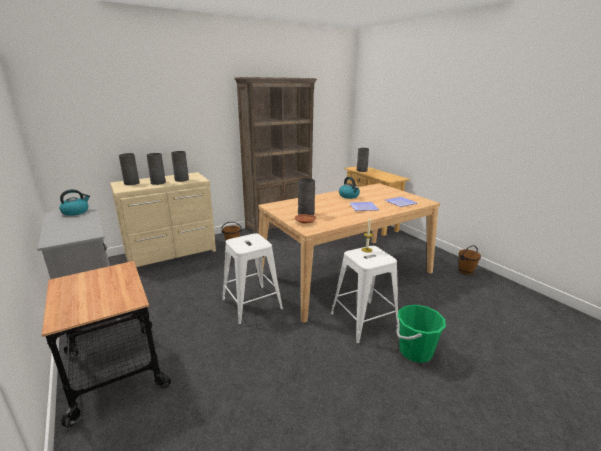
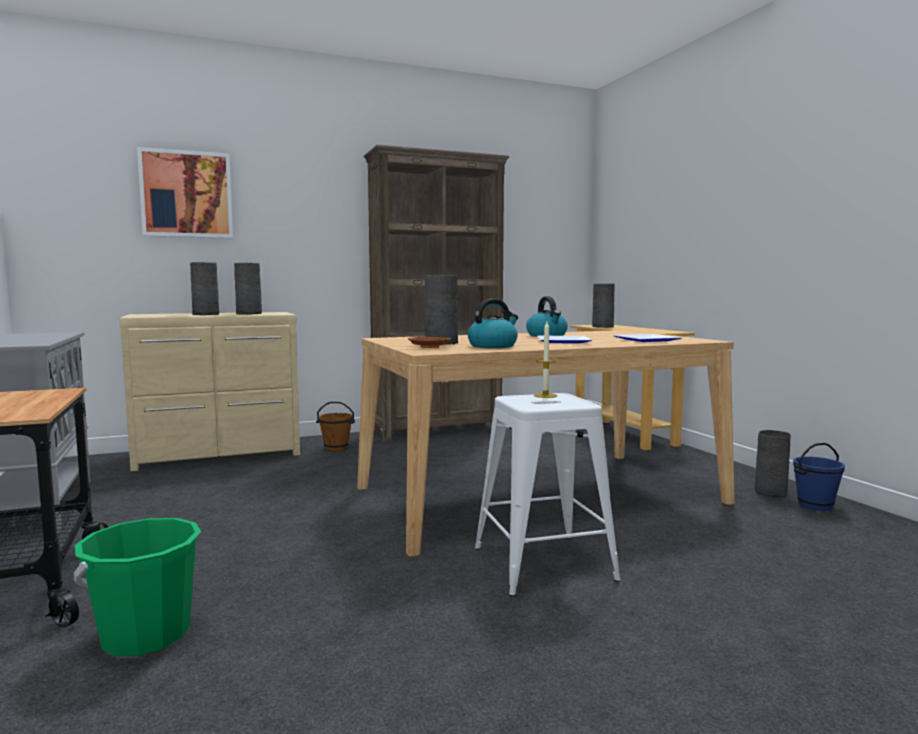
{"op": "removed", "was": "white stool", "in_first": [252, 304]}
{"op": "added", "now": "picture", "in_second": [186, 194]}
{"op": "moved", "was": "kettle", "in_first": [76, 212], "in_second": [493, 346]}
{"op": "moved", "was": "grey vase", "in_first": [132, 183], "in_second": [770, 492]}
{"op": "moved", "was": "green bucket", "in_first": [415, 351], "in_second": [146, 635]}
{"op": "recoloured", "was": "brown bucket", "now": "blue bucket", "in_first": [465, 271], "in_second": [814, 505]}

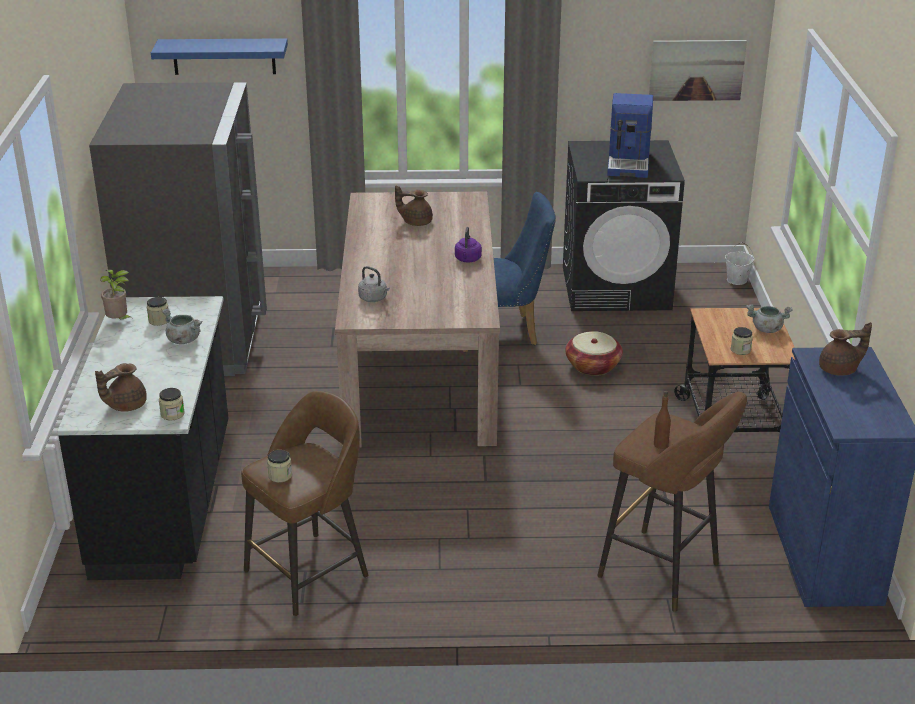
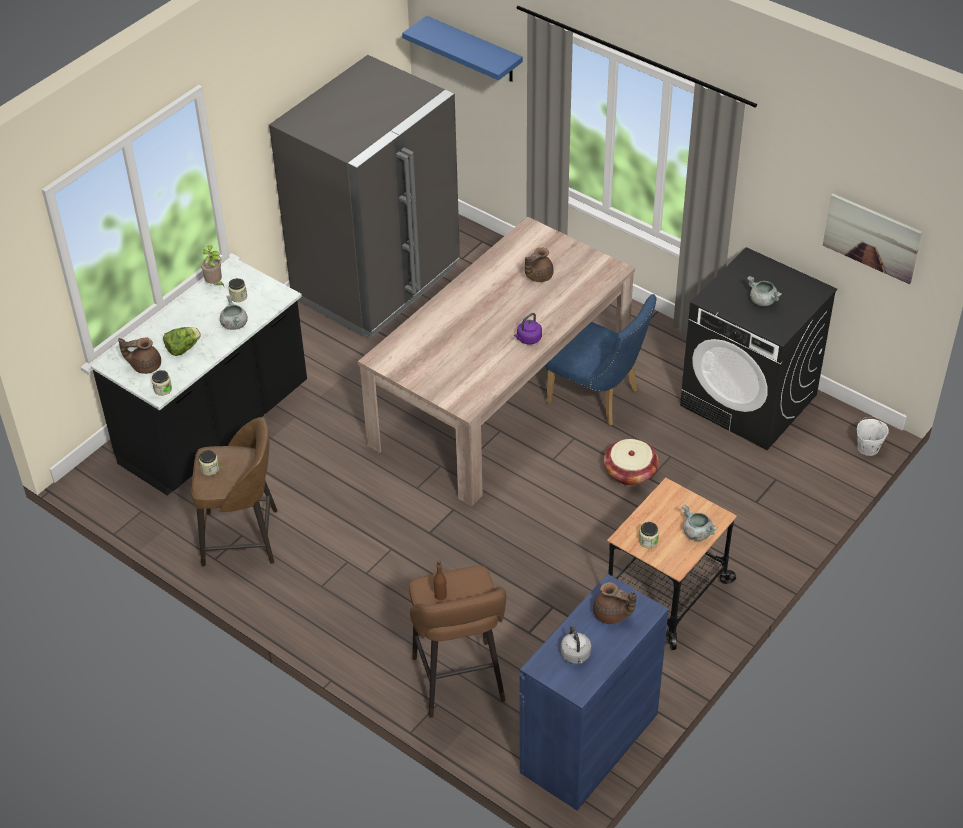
{"op": "added", "now": "lettuce", "in_second": [183, 348]}
{"op": "moved", "was": "grey kettle", "in_first": [374, 298], "in_second": [576, 655]}
{"op": "replaced", "was": "coffee machine", "now": "grey cooking pot", "in_first": [629, 163], "in_second": [763, 301]}
{"op": "turned", "was": "brown teapot", "in_first": [416, 222], "in_second": [538, 276], "clockwise": -90}

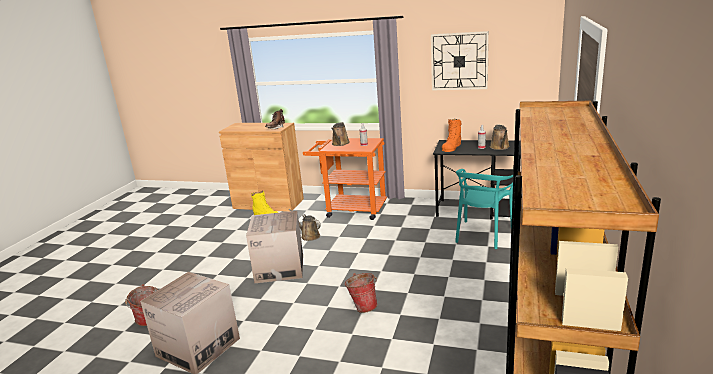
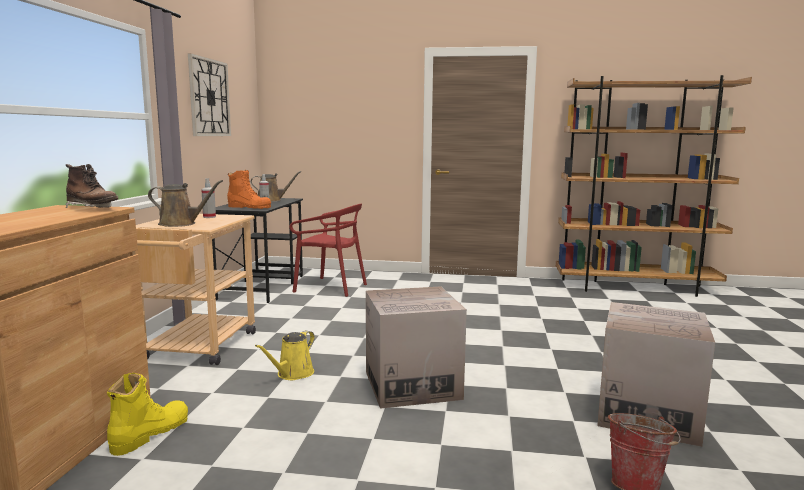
{"op": "removed", "was": "bucket", "in_first": [363, 306]}
{"op": "recoloured", "was": "brown watering can", "now": "yellow watering can", "in_first": [309, 236], "in_second": [293, 374]}
{"op": "recoloured", "was": "orange cart", "now": "beige cart", "in_first": [350, 209], "in_second": [195, 350]}
{"op": "recoloured", "was": "turquoise chair", "now": "red chair", "in_first": [482, 234], "in_second": [330, 287]}

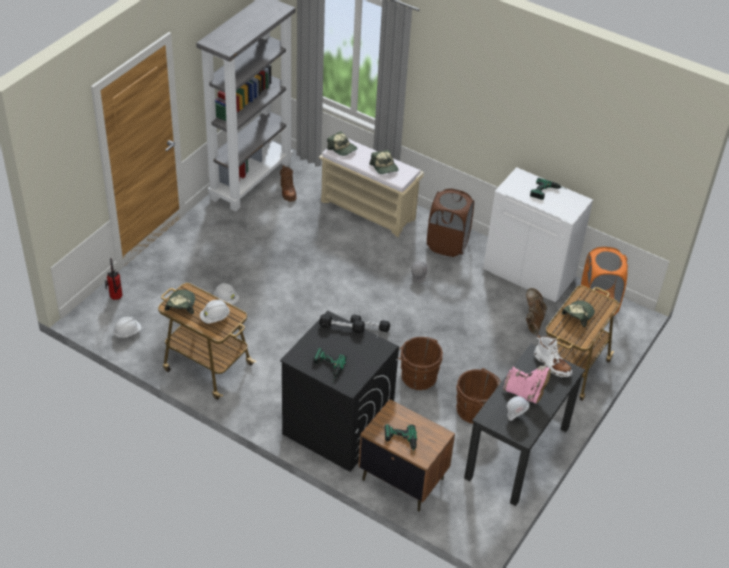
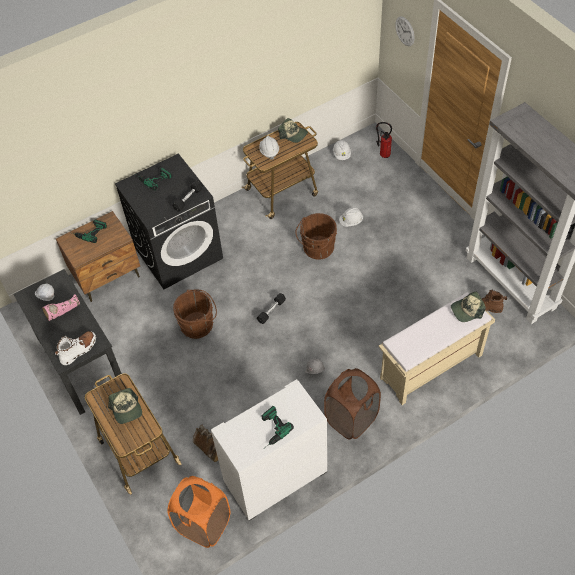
{"op": "removed", "was": "cap", "in_first": [384, 167]}
{"op": "added", "now": "wall clock", "in_second": [405, 31]}
{"op": "moved", "was": "brown bucket", "in_first": [476, 411], "in_second": [317, 249]}
{"op": "turned", "was": "white boot", "in_first": [552, 365], "in_second": [78, 350], "clockwise": 150}

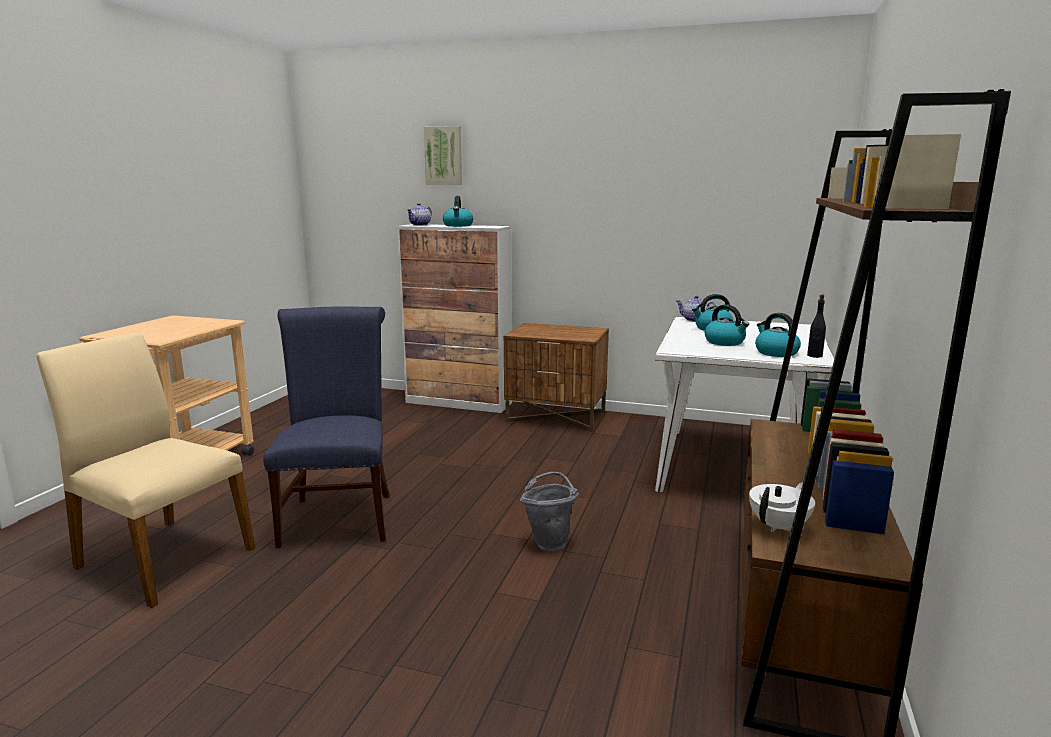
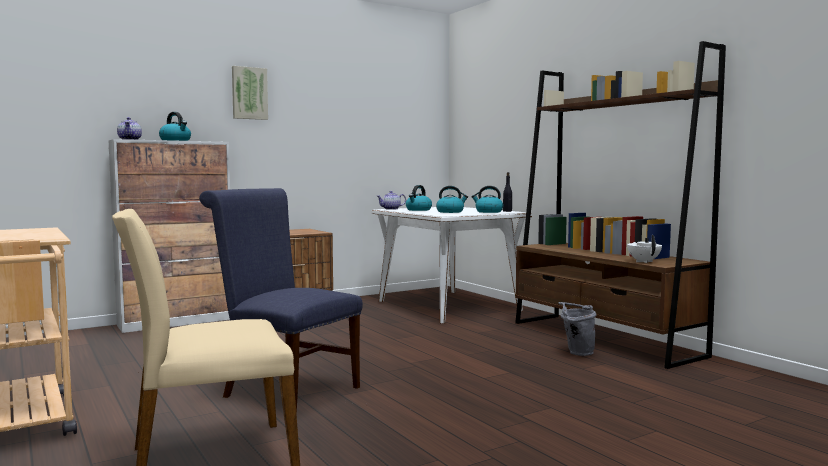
{"op": "moved", "was": "picture", "in_first": [444, 156], "in_second": [249, 93]}
{"op": "moved", "was": "grey bucket", "in_first": [550, 541], "in_second": [576, 352]}

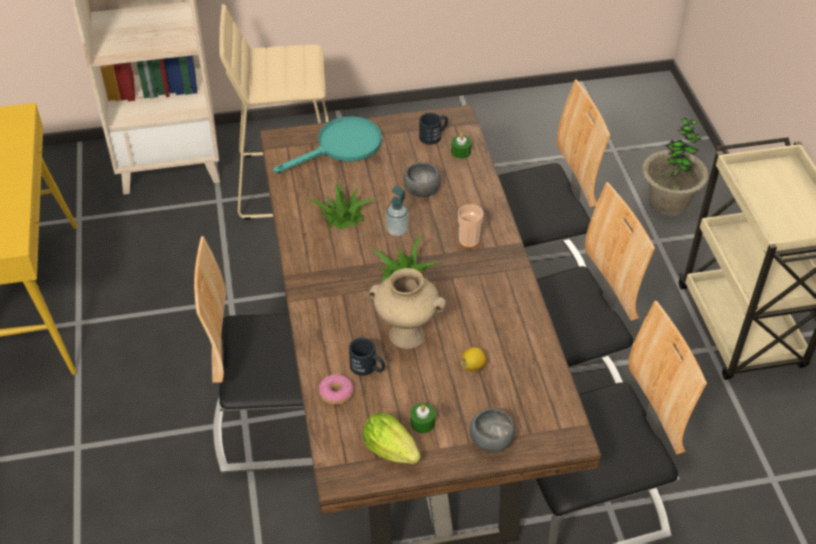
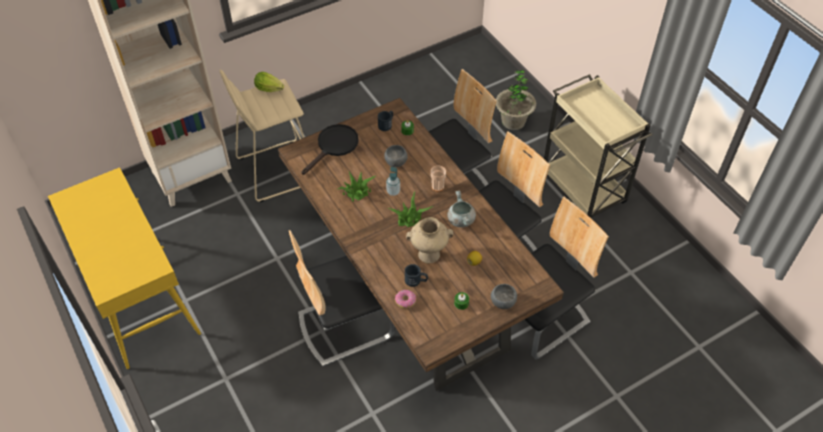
{"op": "added", "now": "grey cooking pot", "in_second": [460, 220]}
{"op": "moved", "was": "lettuce", "in_first": [393, 452], "in_second": [271, 89]}
{"op": "recoloured", "was": "turquoise frying pan", "now": "black frying pan", "in_first": [341, 147], "in_second": [334, 146]}

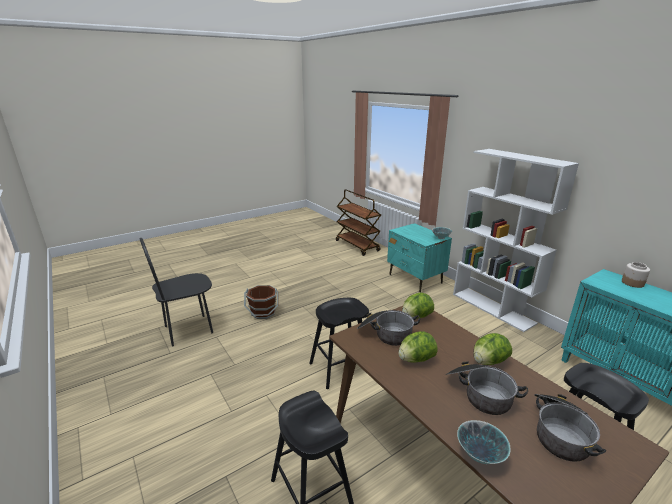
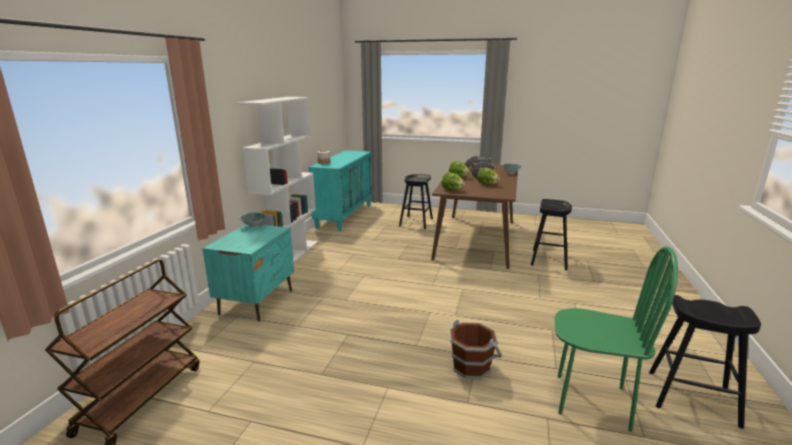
{"op": "removed", "was": "cooking pot", "in_first": [385, 334]}
{"op": "moved", "was": "black stool", "in_first": [340, 368], "in_second": [692, 398]}
{"op": "recoloured", "was": "black chair", "now": "green chair", "in_first": [188, 329], "in_second": [592, 401]}

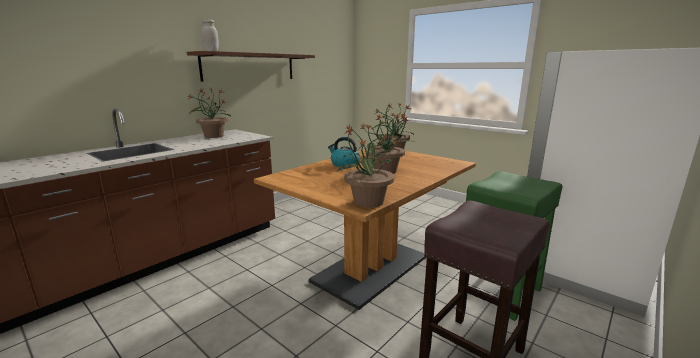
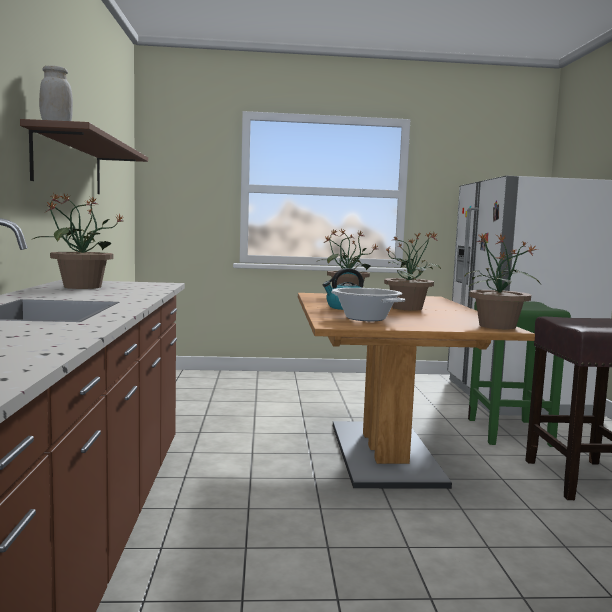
{"op": "added", "now": "cooking pot", "in_second": [365, 318]}

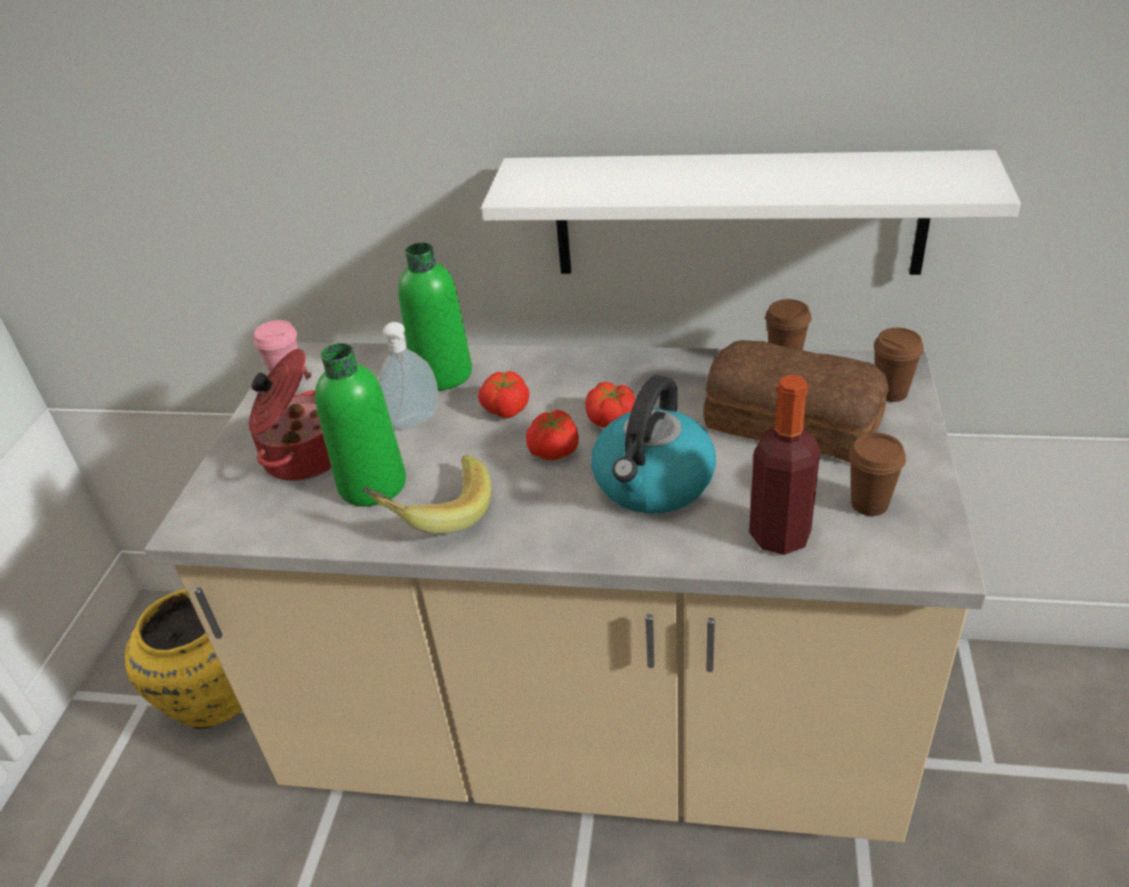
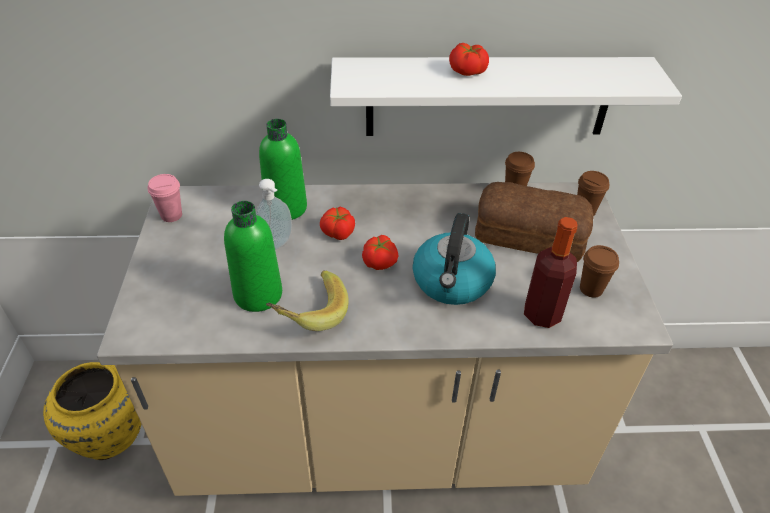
{"op": "removed", "was": "cooking pot", "in_first": [302, 456]}
{"op": "moved", "was": "tomato", "in_first": [612, 420], "in_second": [467, 72]}

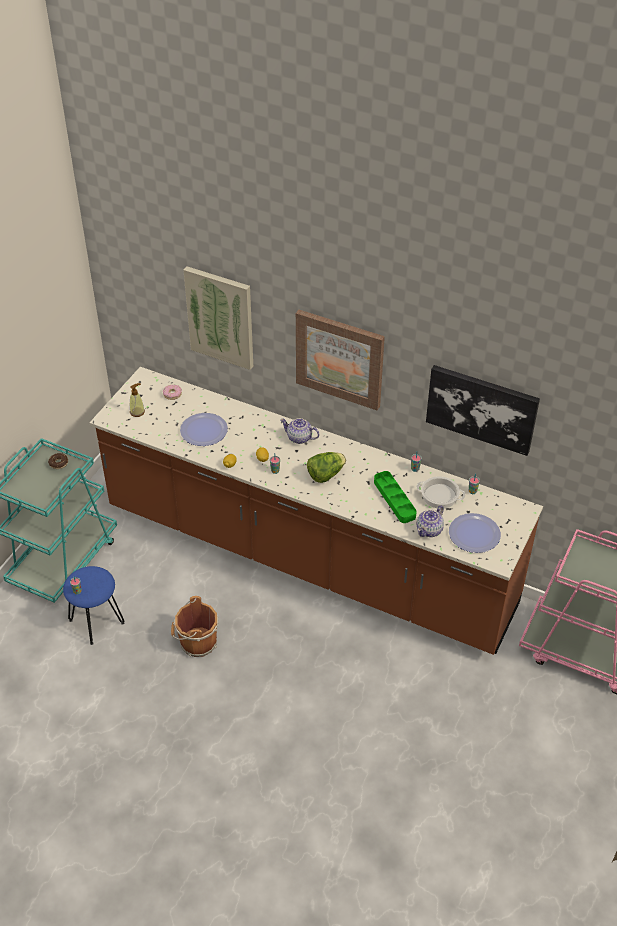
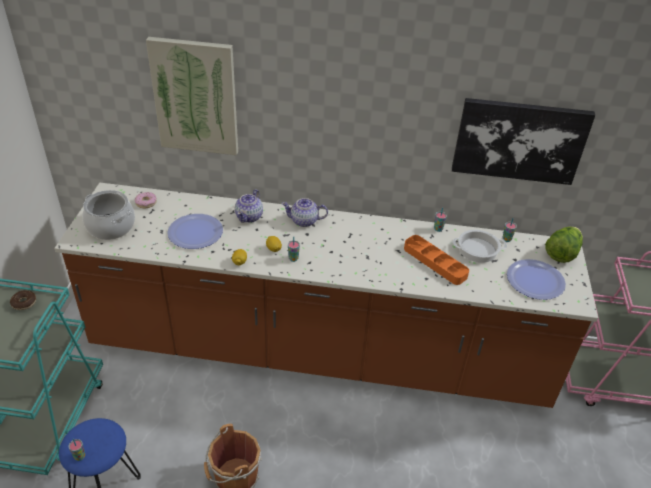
{"op": "removed", "was": "picture", "in_first": [340, 358]}
{"op": "moved", "was": "lettuce", "in_first": [325, 474], "in_second": [561, 253]}
{"op": "moved", "was": "teapot", "in_first": [429, 530], "in_second": [249, 216]}
{"op": "replaced", "was": "soap dispenser", "now": "cooking pot", "in_first": [137, 412], "in_second": [110, 227]}
{"op": "recoloured", "was": "green tray", "now": "orange tray", "in_first": [394, 499], "in_second": [435, 262]}

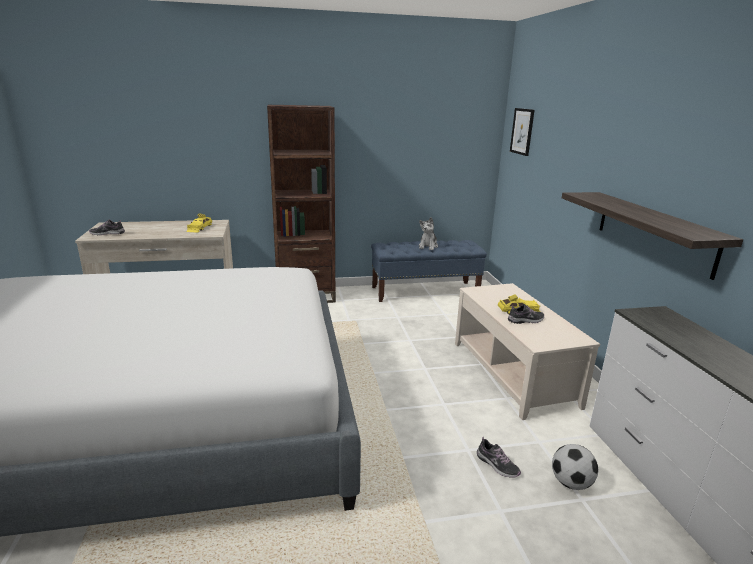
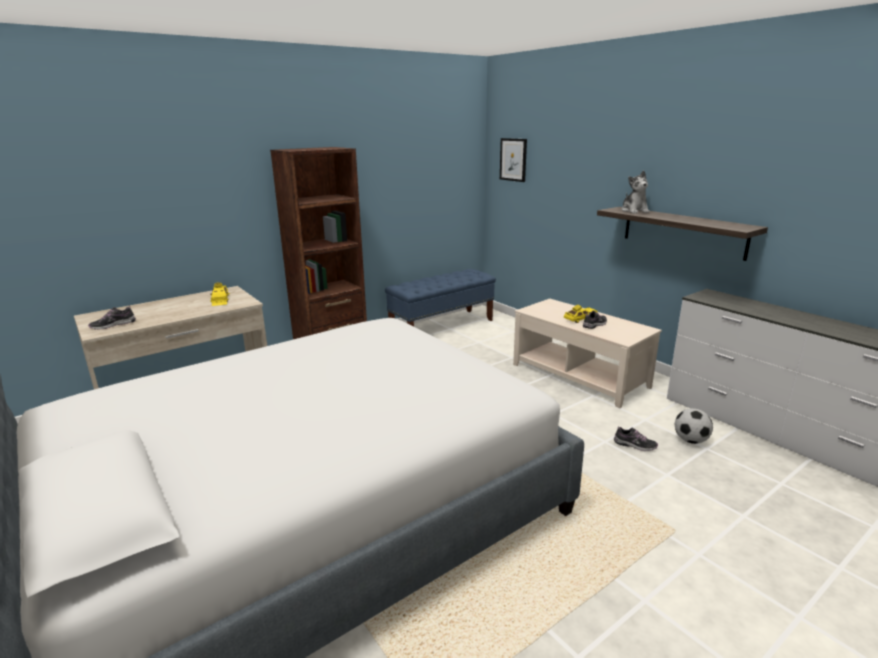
{"op": "moved", "was": "plush toy", "in_first": [428, 246], "in_second": [634, 211]}

